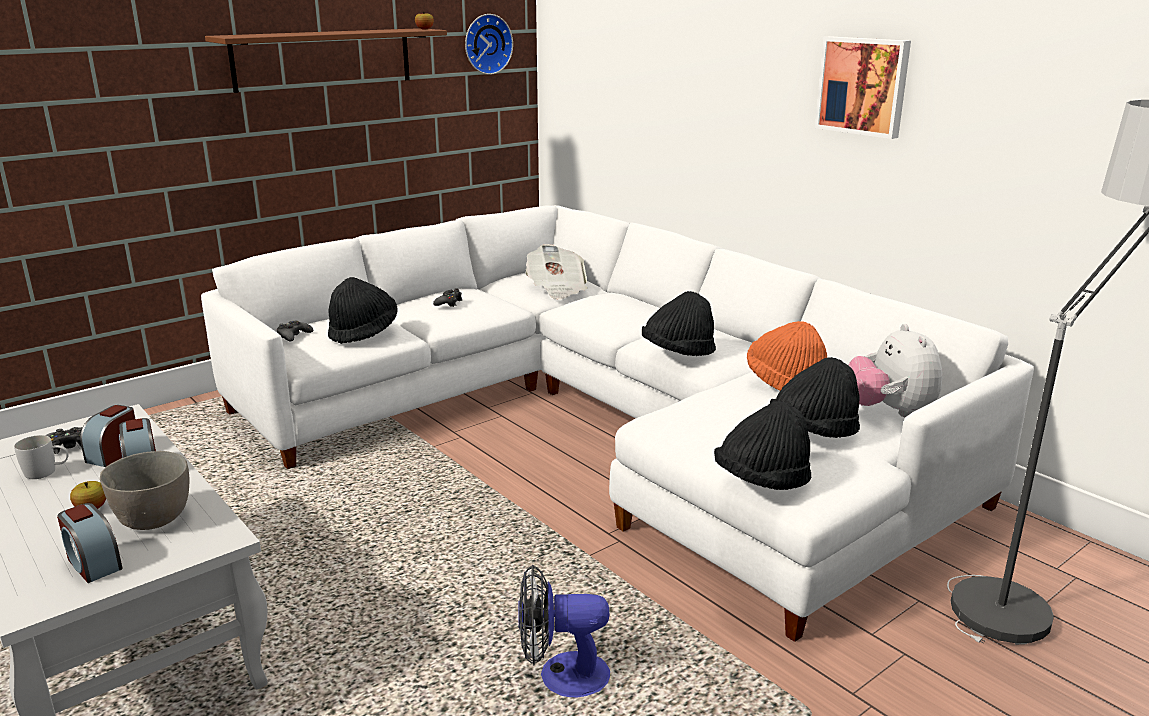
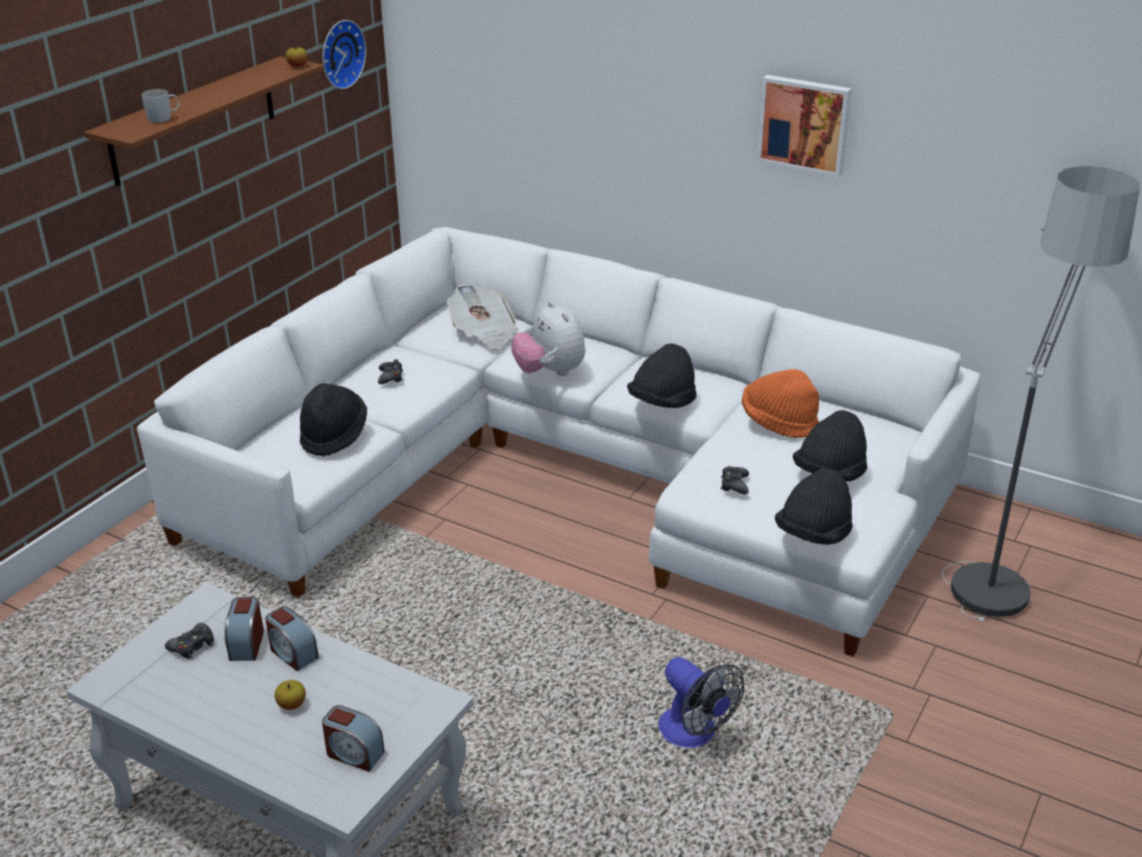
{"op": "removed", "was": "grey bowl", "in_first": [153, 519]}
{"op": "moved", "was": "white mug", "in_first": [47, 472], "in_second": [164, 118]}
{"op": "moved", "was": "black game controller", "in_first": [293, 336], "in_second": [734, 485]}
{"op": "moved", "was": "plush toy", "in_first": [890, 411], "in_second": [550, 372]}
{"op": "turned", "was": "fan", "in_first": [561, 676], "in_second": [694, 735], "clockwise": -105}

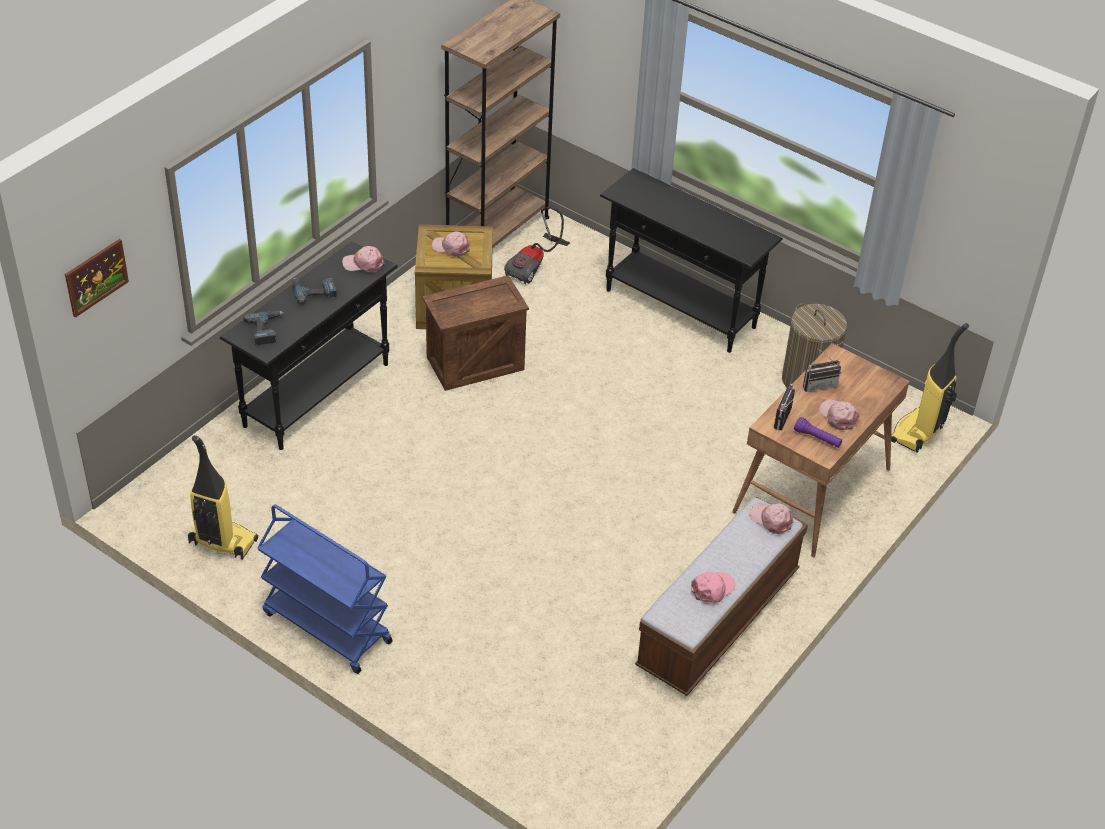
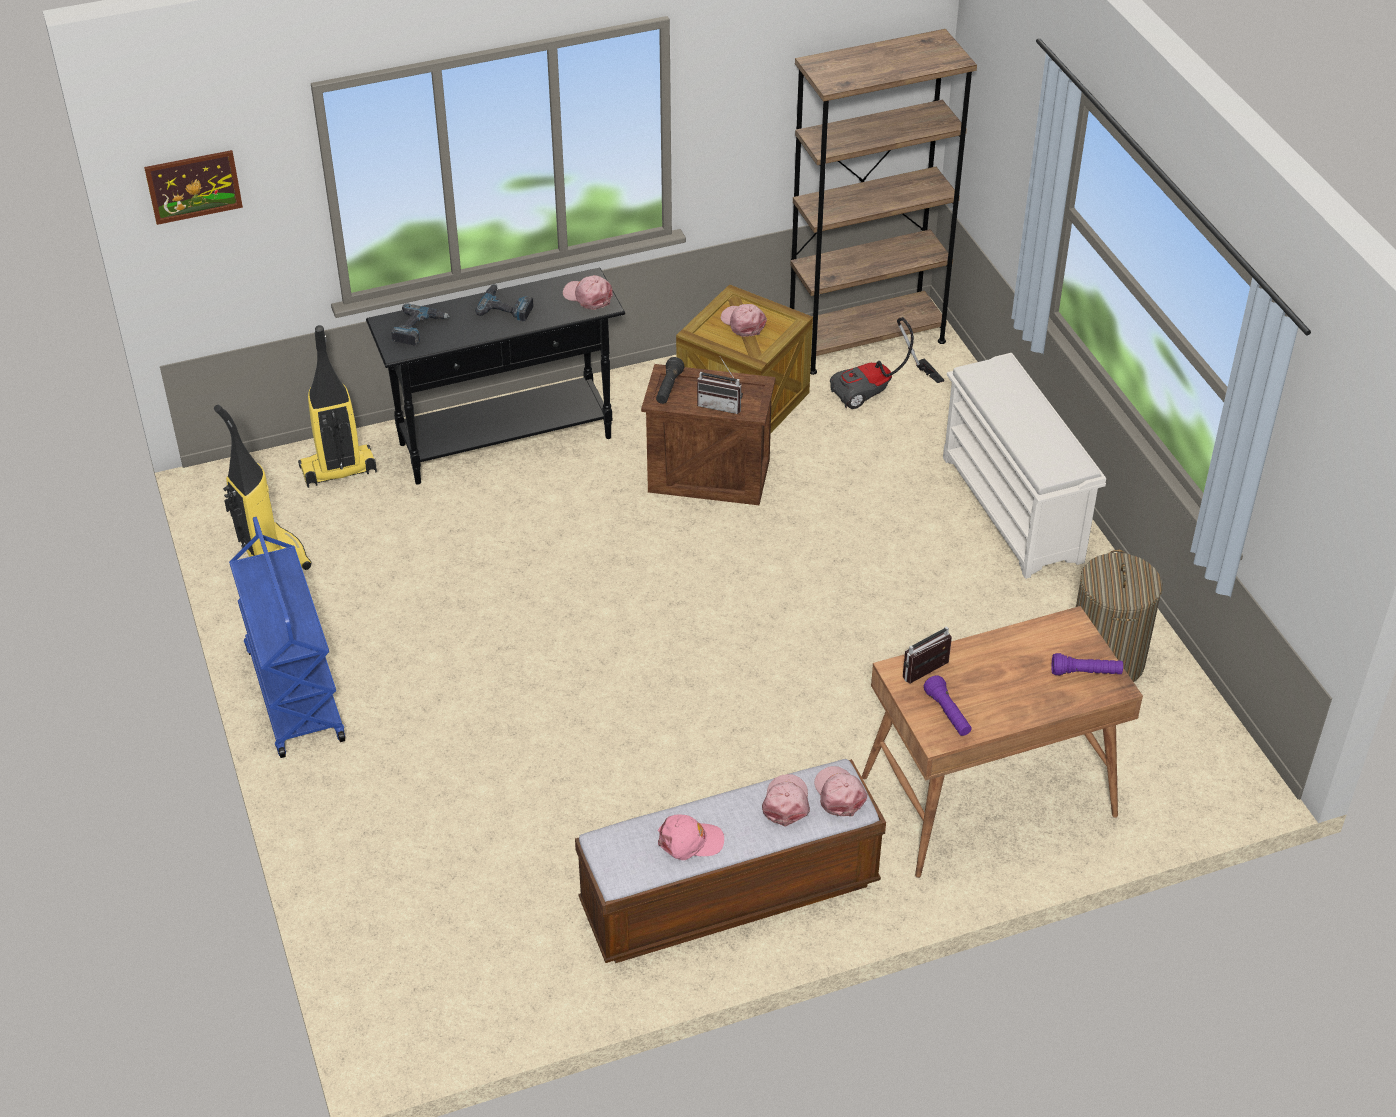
{"op": "added", "now": "black flashlight", "in_second": [669, 388]}
{"op": "added", "now": "purple flashlight", "in_second": [1086, 673]}
{"op": "moved", "was": "radio", "in_first": [818, 384], "in_second": [721, 404]}
{"op": "moved", "was": "pink cap", "in_first": [838, 416], "in_second": [786, 802]}
{"op": "moved", "was": "vacuum cleaner", "in_first": [918, 433], "in_second": [338, 471]}
{"op": "replaced", "was": "black console table", "now": "white shoe rack", "in_first": [680, 309], "in_second": [1014, 509]}

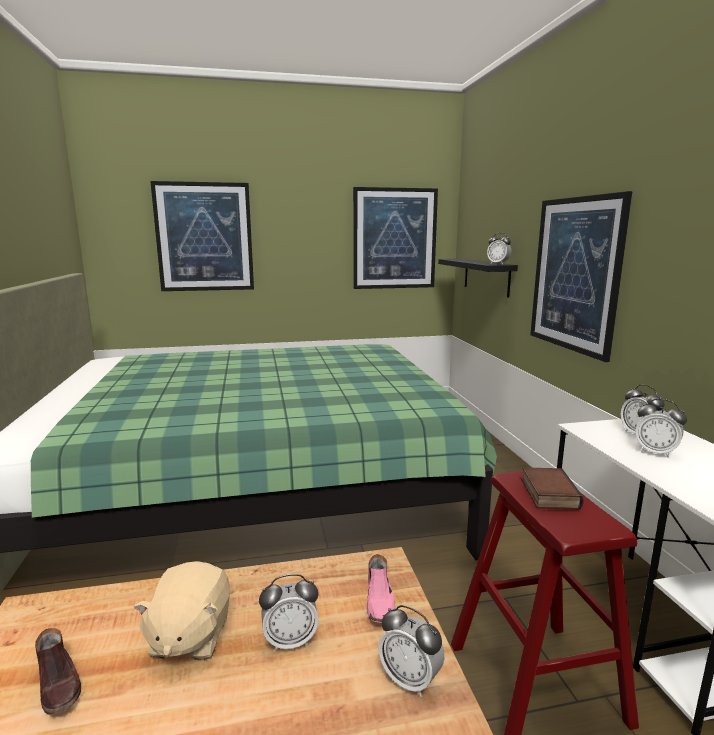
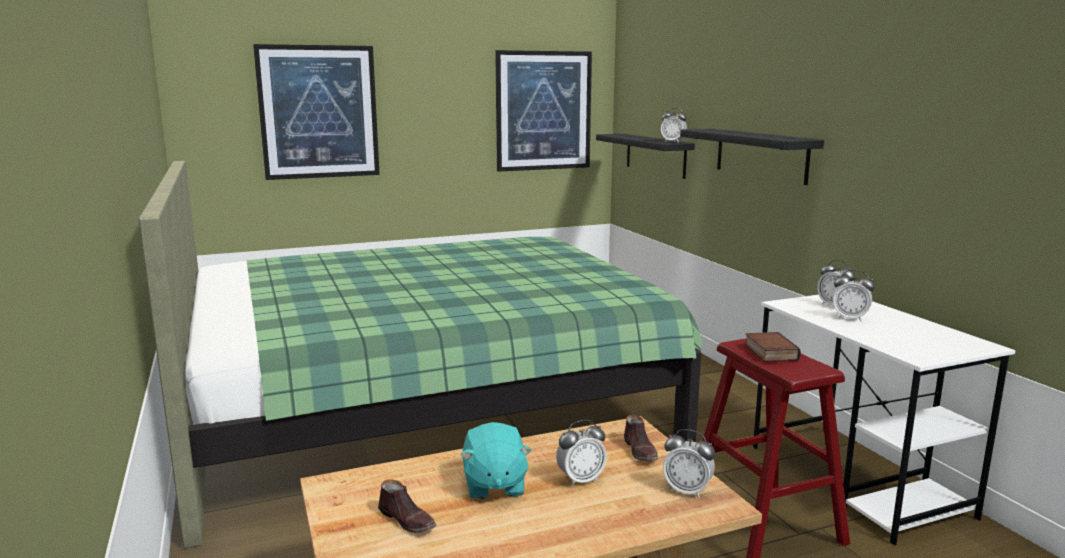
{"op": "replaced", "was": "picture", "now": "black shelf", "in_first": [575, 274], "in_second": [760, 155]}
{"op": "recoloured", "was": "beige plush toy", "now": "turquoise plush toy", "in_first": [189, 636], "in_second": [494, 485]}
{"op": "recoloured", "was": "pink shoe", "now": "brown shoe", "in_first": [380, 601], "in_second": [640, 451]}

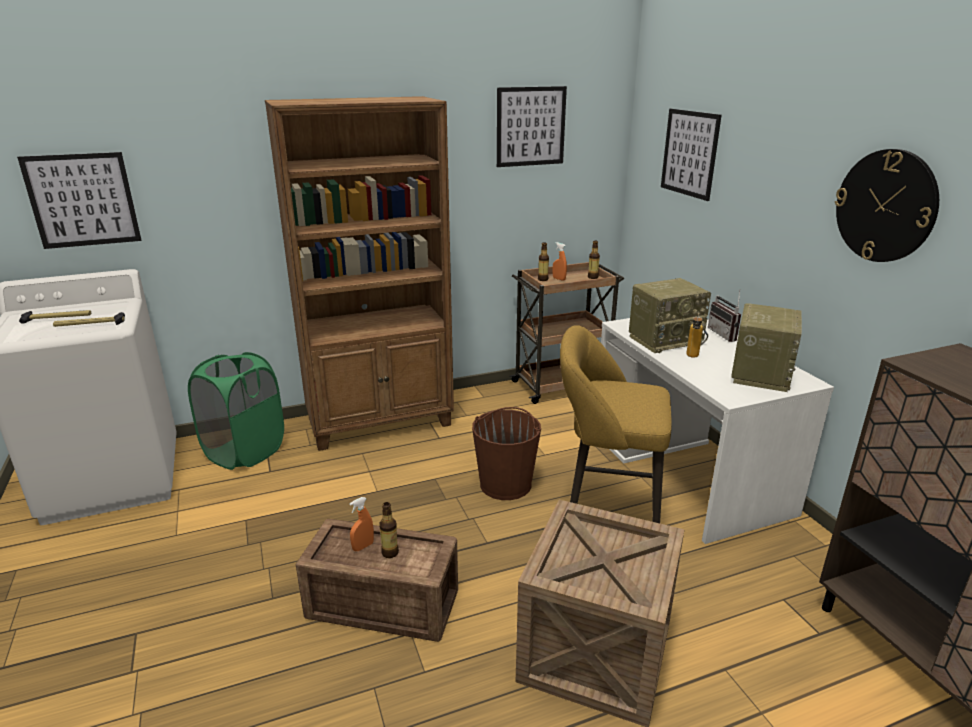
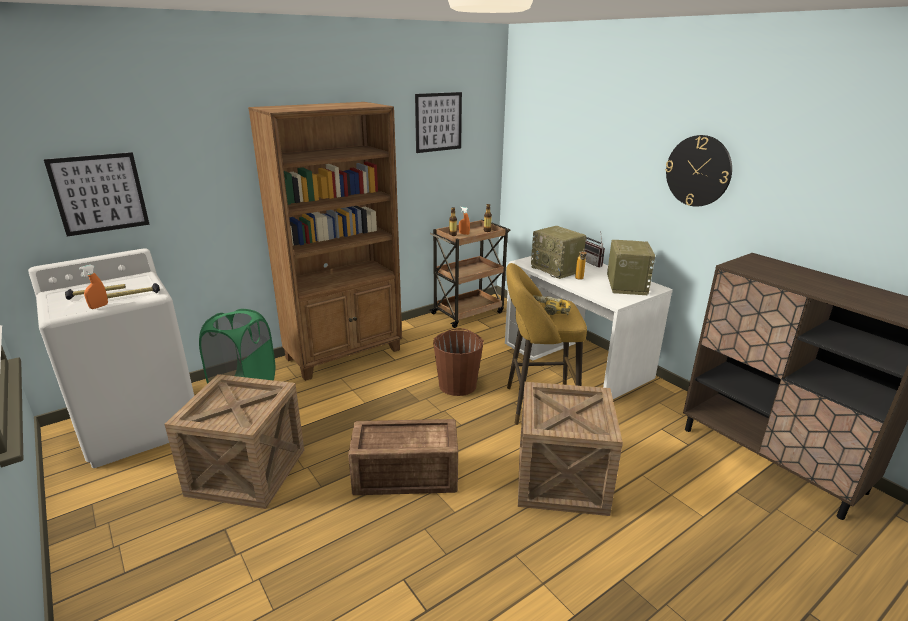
{"op": "removed", "was": "bottle", "in_first": [390, 553]}
{"op": "removed", "was": "picture", "in_first": [689, 153]}
{"op": "added", "now": "crate", "in_second": [247, 472]}
{"op": "added", "now": "power drill", "in_second": [549, 310]}
{"op": "moved", "was": "orange spray bottle", "in_first": [363, 546], "in_second": [99, 306]}
{"op": "turned", "was": "radio", "in_first": [665, 340], "in_second": [557, 269], "clockwise": 90}

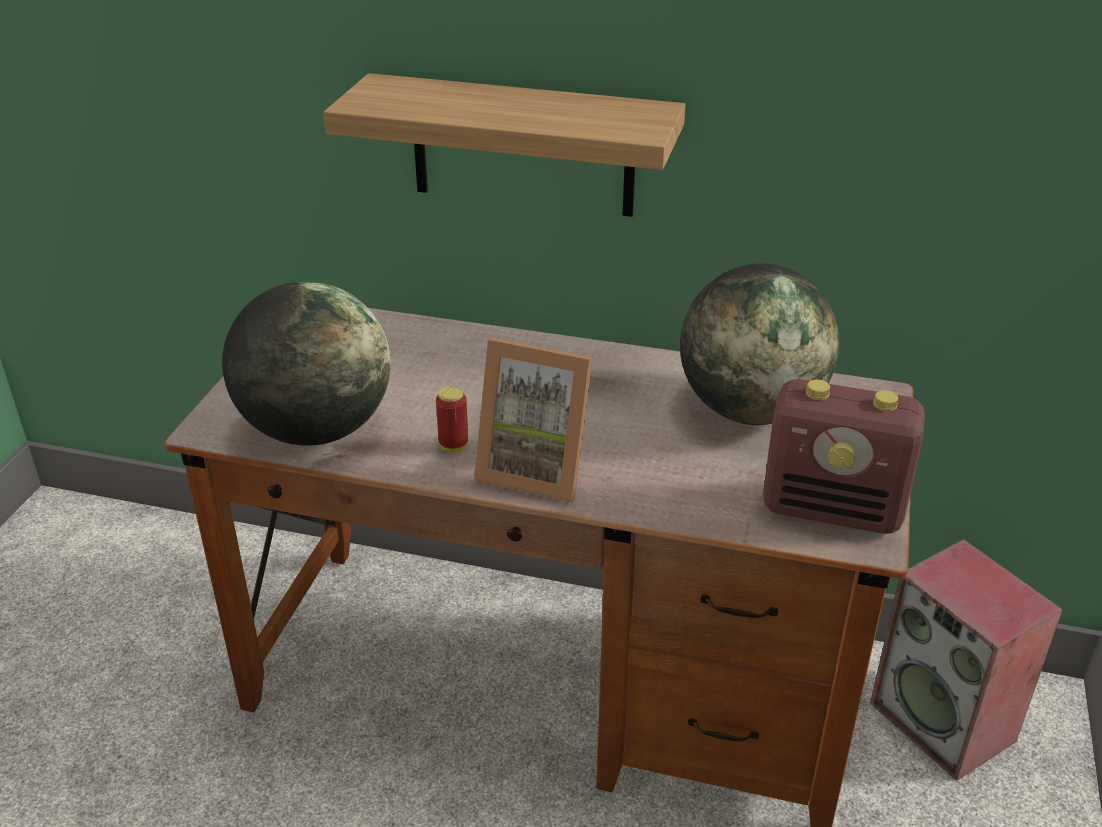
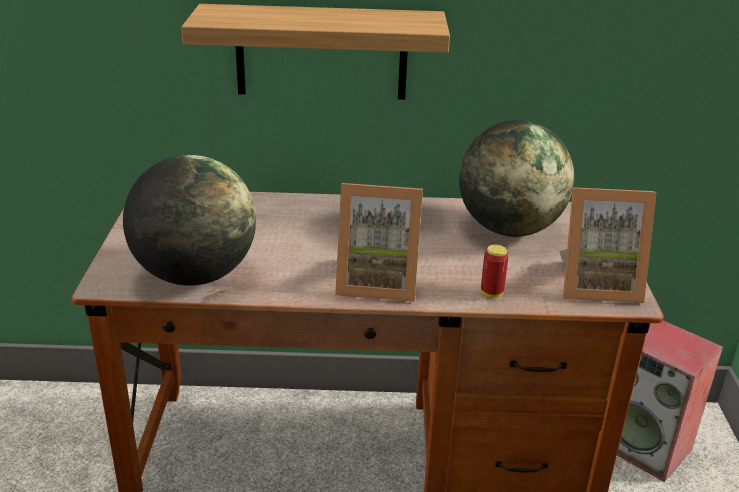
{"op": "moved", "was": "can", "in_first": [453, 445], "in_second": [491, 293]}
{"op": "replaced", "was": "radio", "now": "picture frame", "in_first": [833, 510], "in_second": [597, 285]}

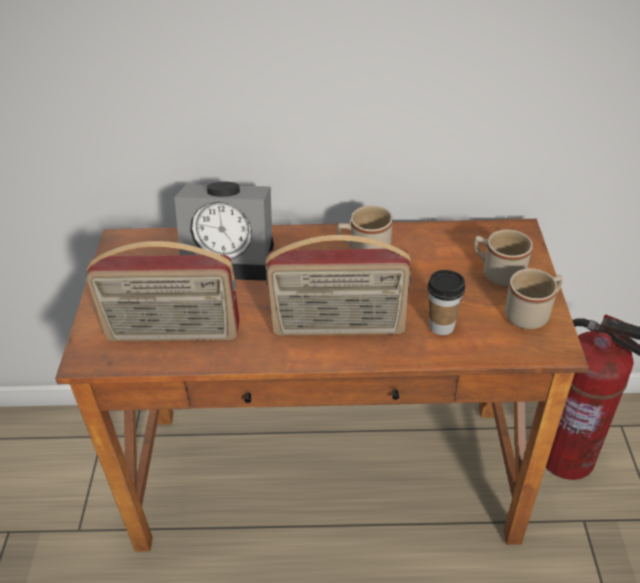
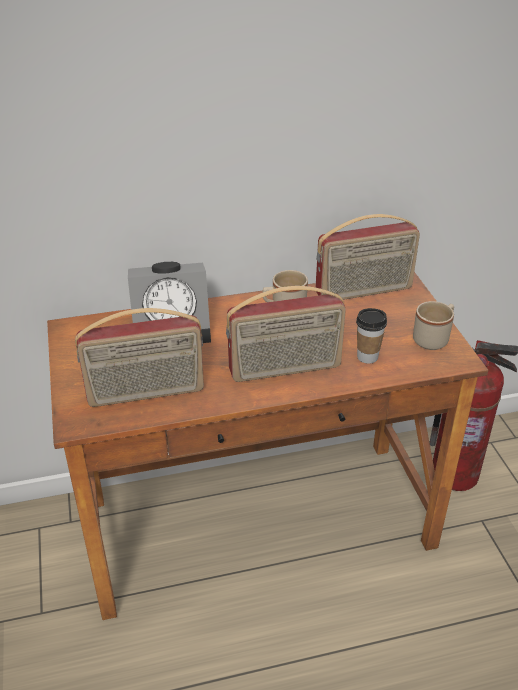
{"op": "removed", "was": "beige mug", "in_first": [497, 272]}
{"op": "added", "now": "radio", "in_second": [364, 291]}

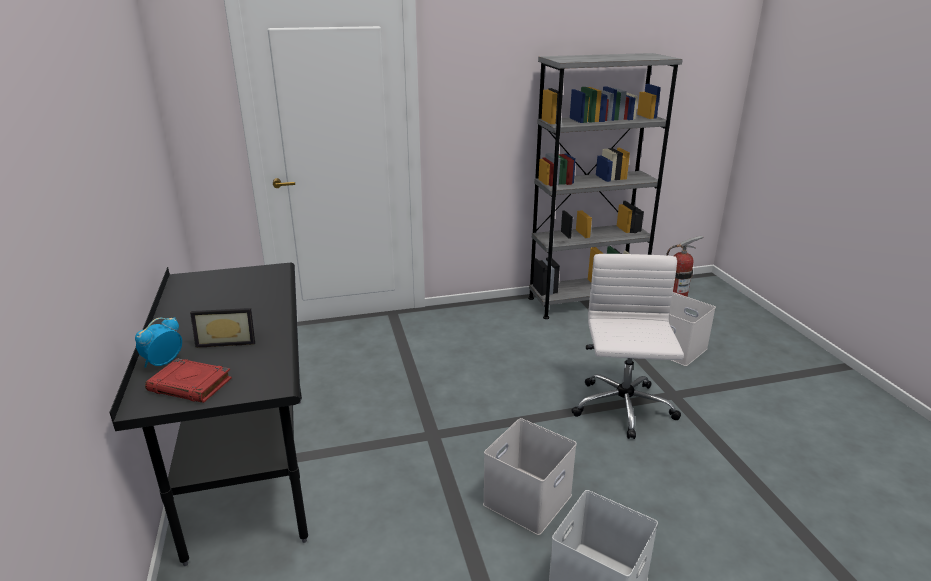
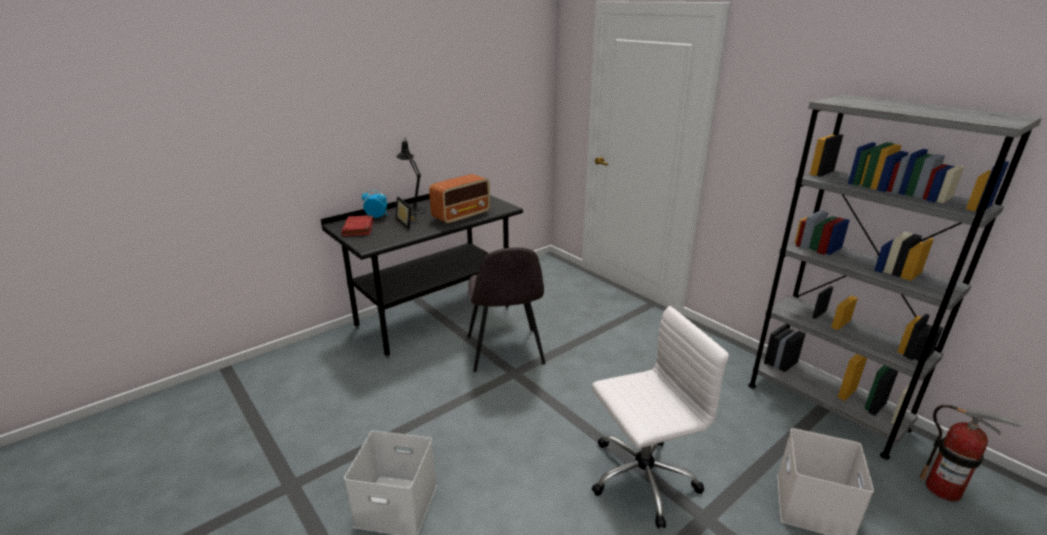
{"op": "removed", "was": "white storage box", "in_first": [528, 501]}
{"op": "added", "now": "black table lamp", "in_second": [414, 210]}
{"op": "added", "now": "radio", "in_second": [462, 216]}
{"op": "added", "now": "grey chair", "in_second": [505, 351]}

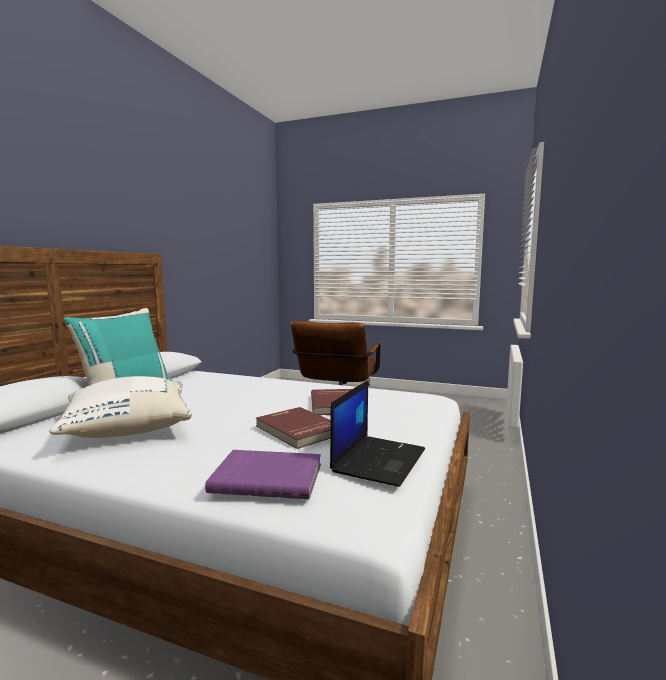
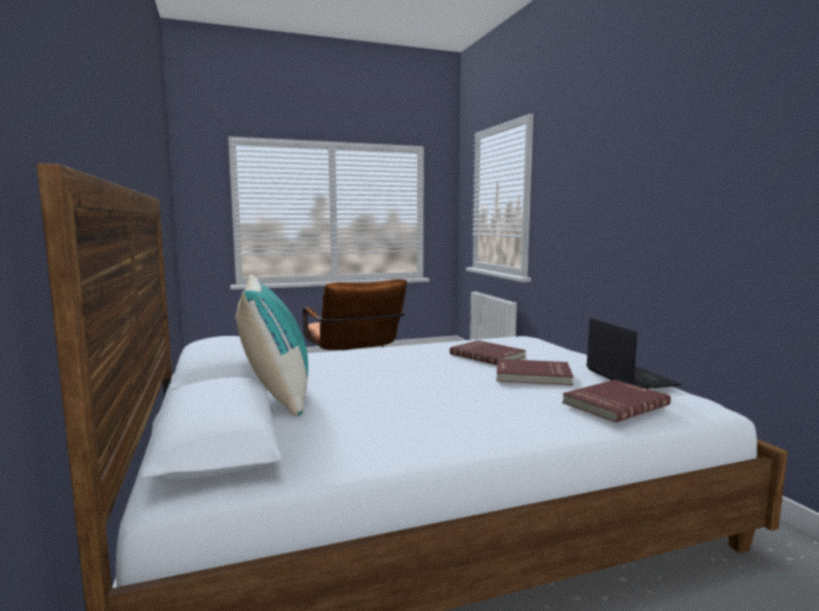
{"op": "removed", "was": "white pillow", "in_first": [128, 429]}
{"op": "recoloured", "was": "purple book", "now": "red book", "in_first": [268, 477], "in_second": [613, 403]}

